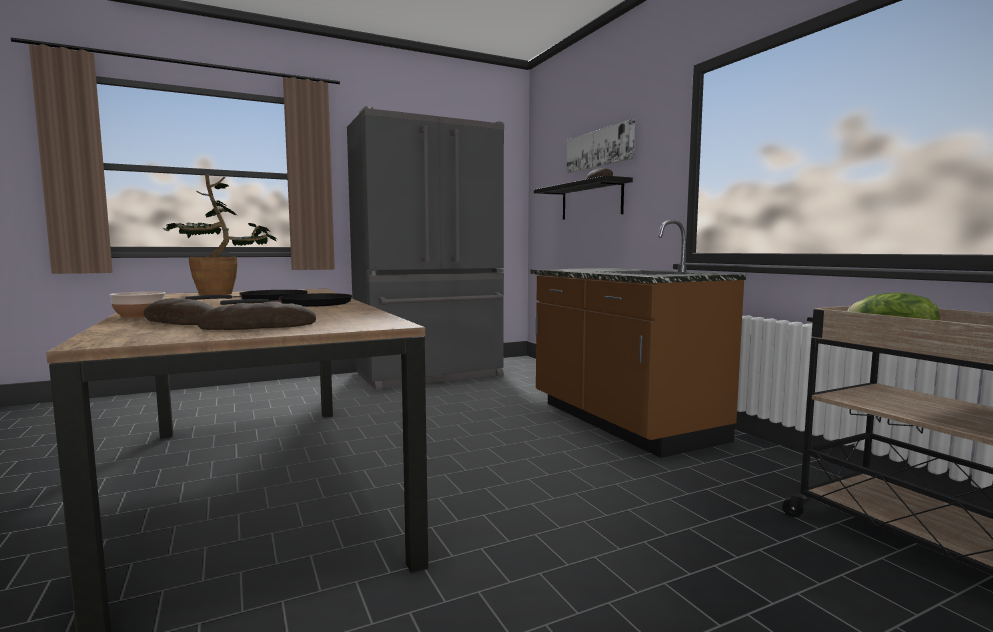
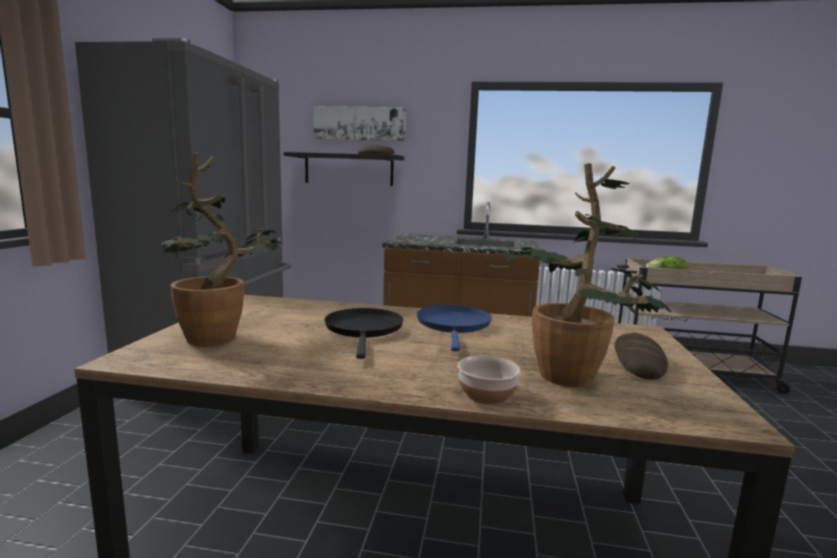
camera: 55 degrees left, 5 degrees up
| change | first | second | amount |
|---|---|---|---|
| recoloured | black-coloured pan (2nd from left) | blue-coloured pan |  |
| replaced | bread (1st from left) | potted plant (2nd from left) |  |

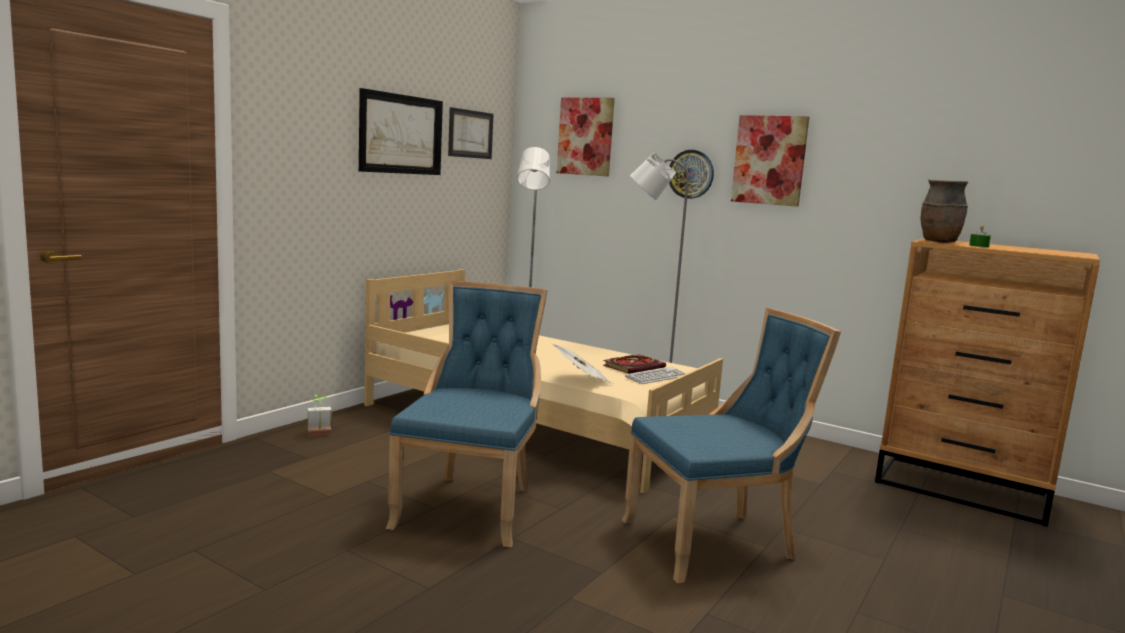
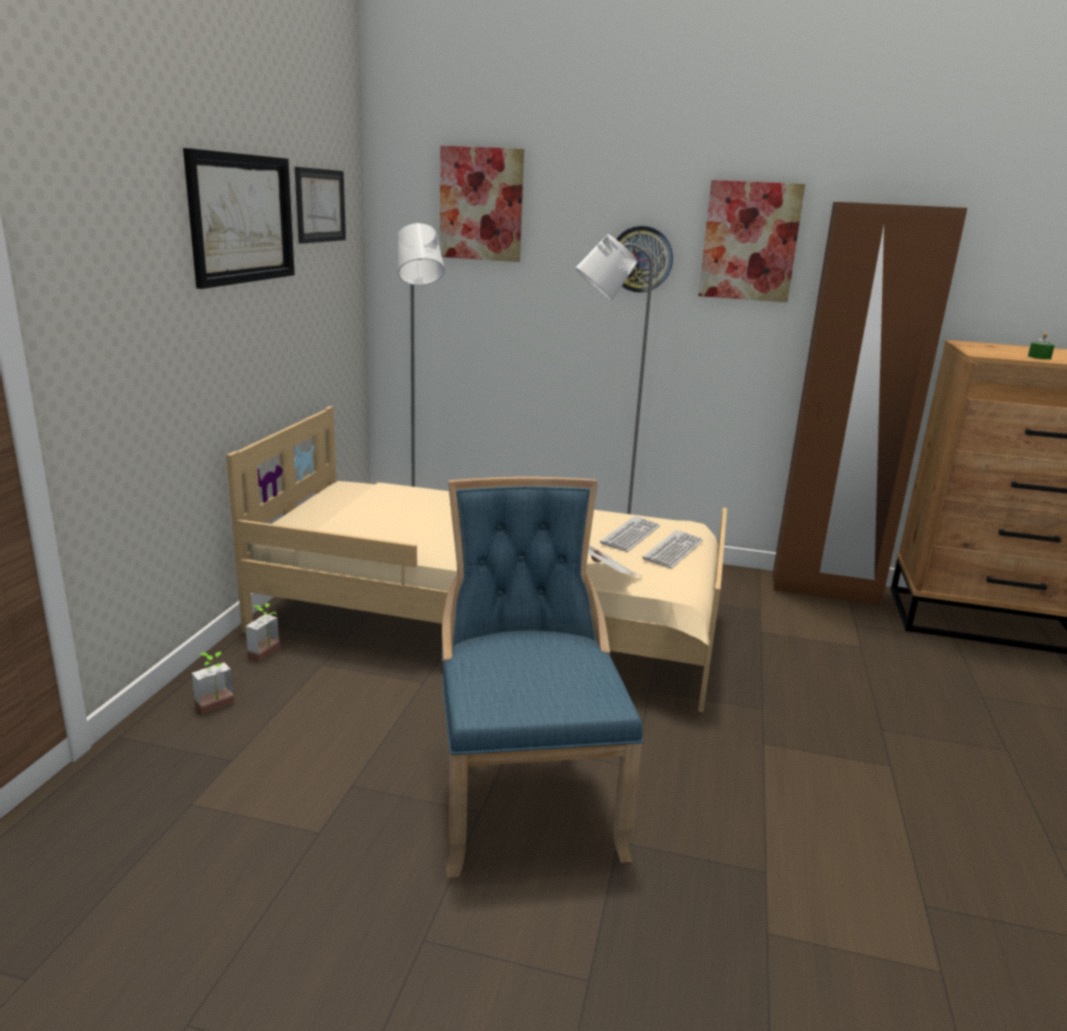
camera: 20 degrees left, 10 degrees up
| change | first | second | amount |
|---|---|---|---|
| added |  | potted plant (2nd from left) |  |
| replaced | book | keyboard (1st from left) |  |
| added |  | brownish clothes cupboard |  |
| removed | blue-coloured upright chair (2nd from left) |  |  |
| removed | brownish vase |  |  |

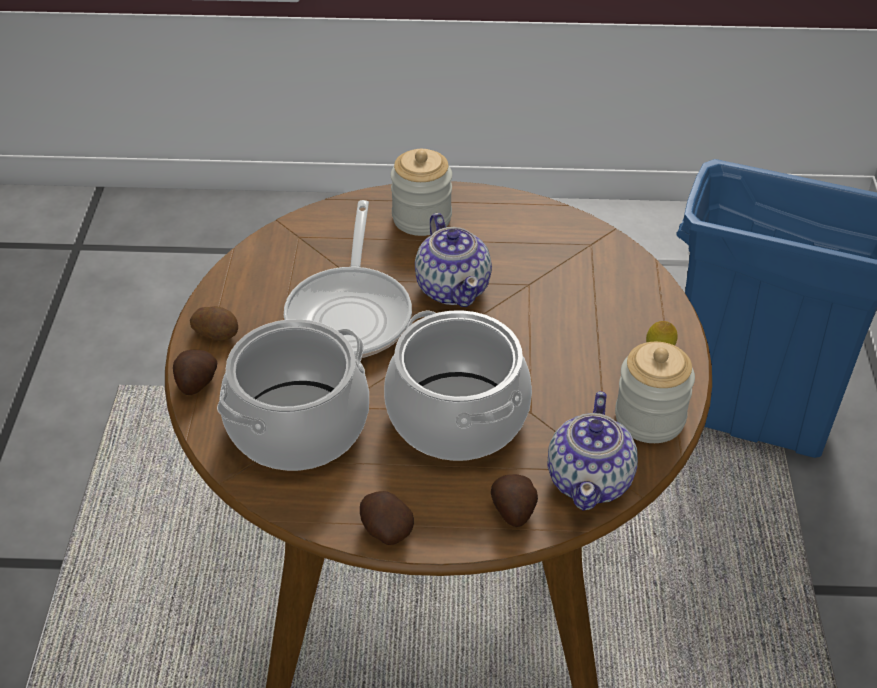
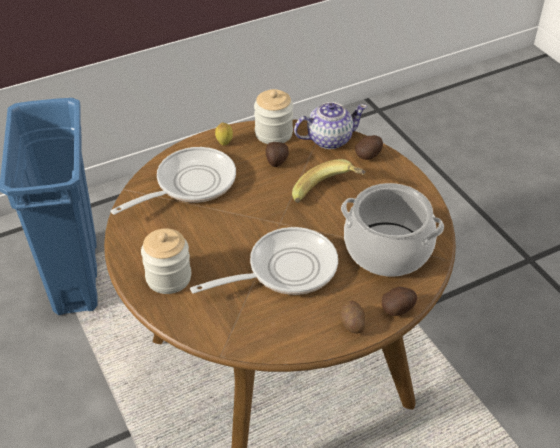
camera: 120 degrees left, 0 degrees up
| change | first | second | amount |
|---|---|---|---|
| added |  | pan (1st from left) |  |
| moved | spud (3rd from left in the first image) | spud (1st from left) |  |
| replaced | saucepot (2nd from left) | banana |  |
| removed | teapot (1st from left) |  |  |

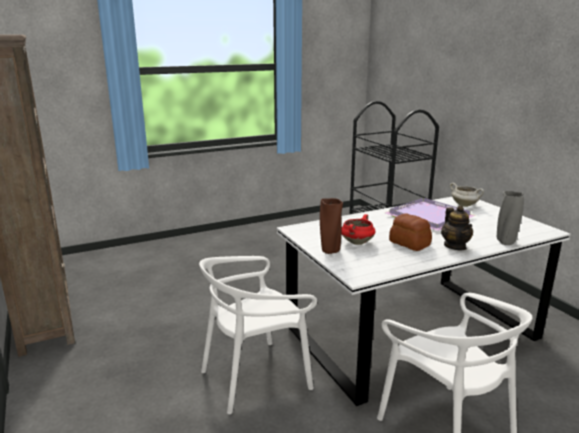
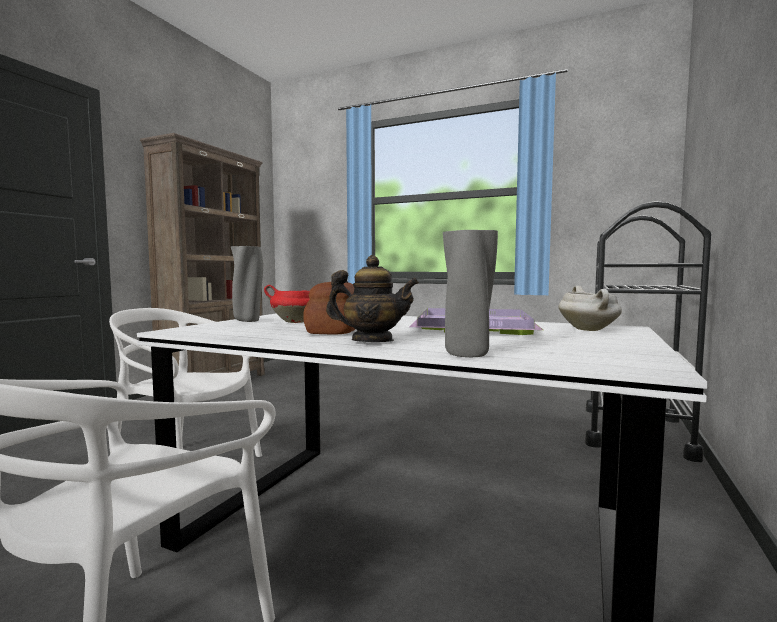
camera: 50 degrees right, 15 degrees down
| change | first | second | amount |
|---|---|---|---|
| recoloured | brownish vase | gray vase (1st from left) |  |
| turned | teapot |  | 120 degrees counterclockwise |

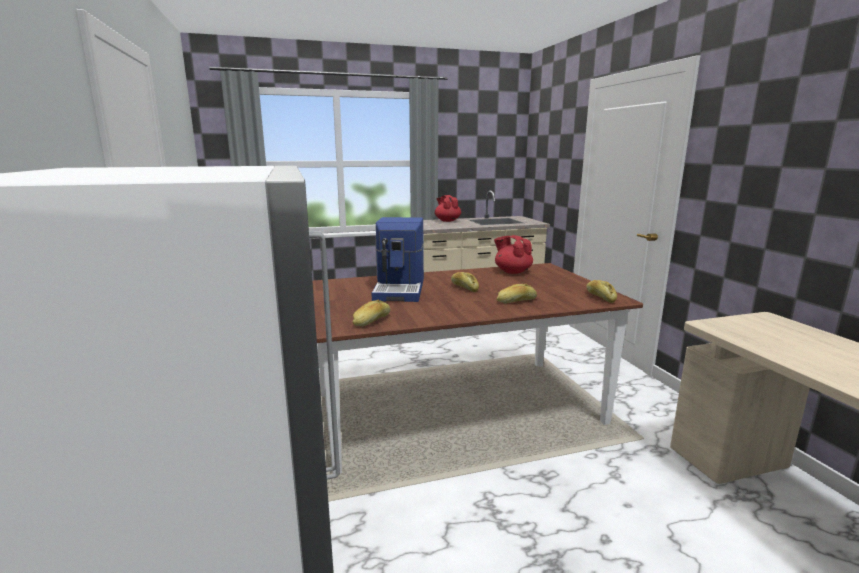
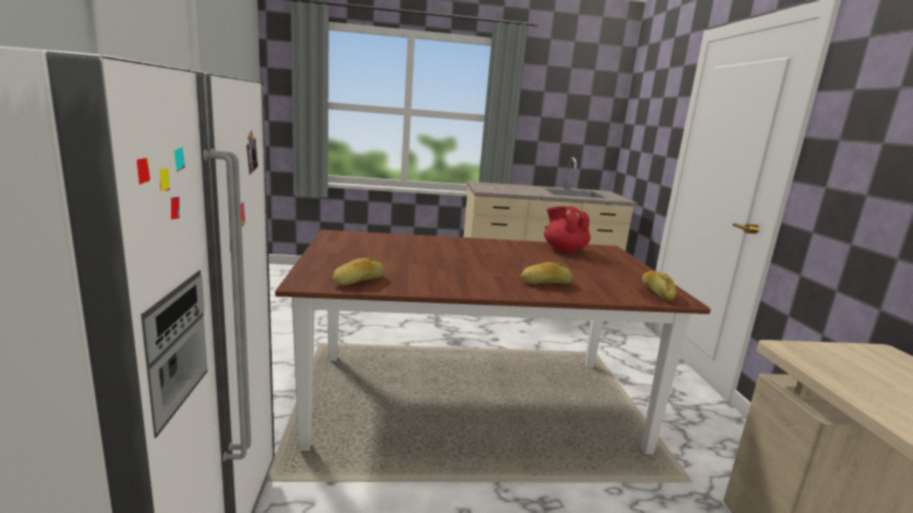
camera: 10 degrees right, 0 degrees up
| change | first | second | amount |
|---|---|---|---|
| removed | coffee maker |  |  |
| removed | red-coloured teapot (1st from left) |  |  |
| removed | bread (2nd from left) |  |  |

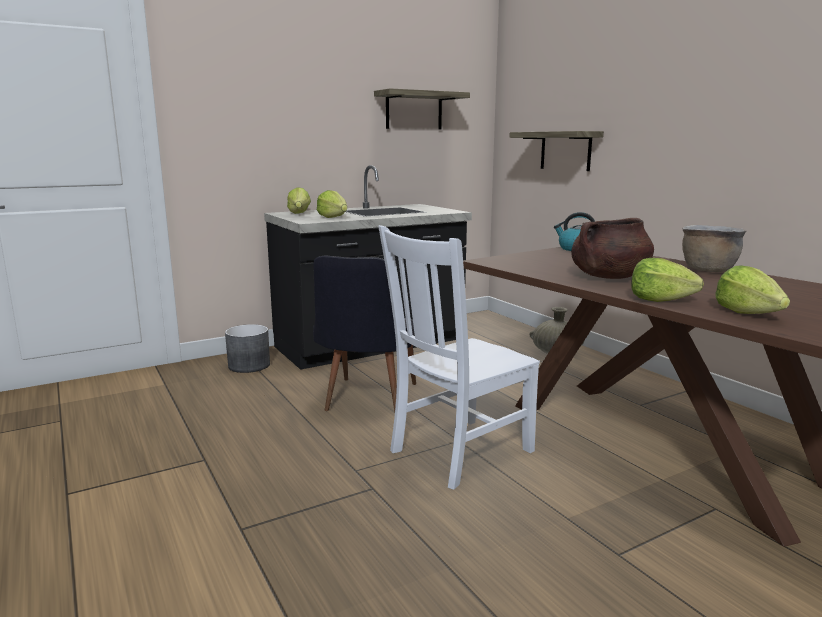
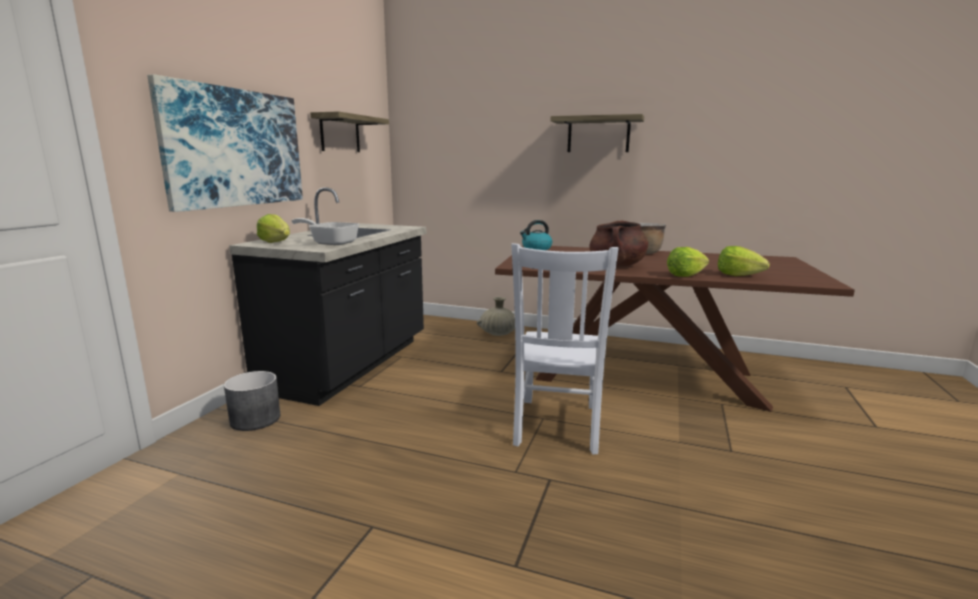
camera: 40 degrees left, 0 degrees up
| change | first | second | amount |
|---|---|---|---|
| added |  | wall picture |  |
| replaced | lettuce head (2nd from left) | pan |  |
| moved | shelf (2nd from left) |  |  |
| removed | black-coloured upright chair |  |  |

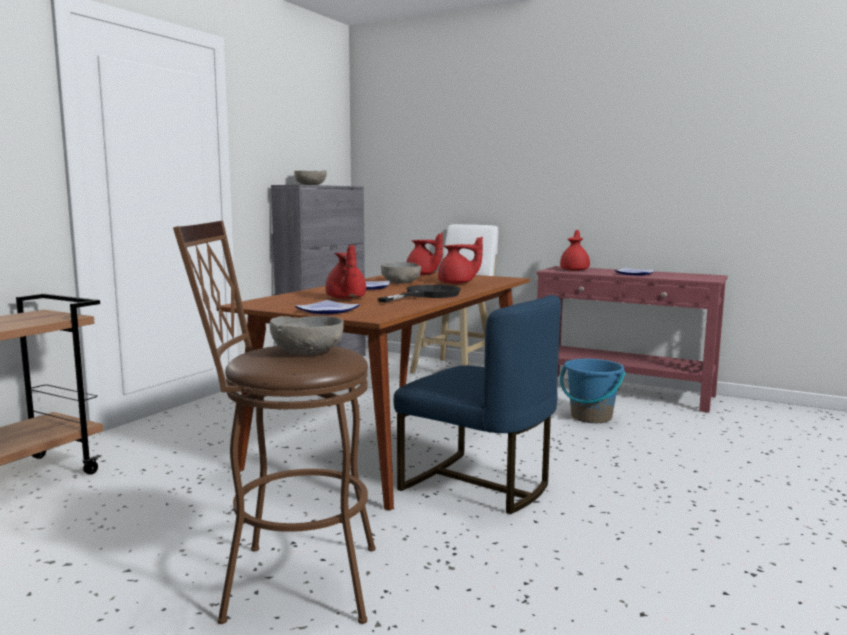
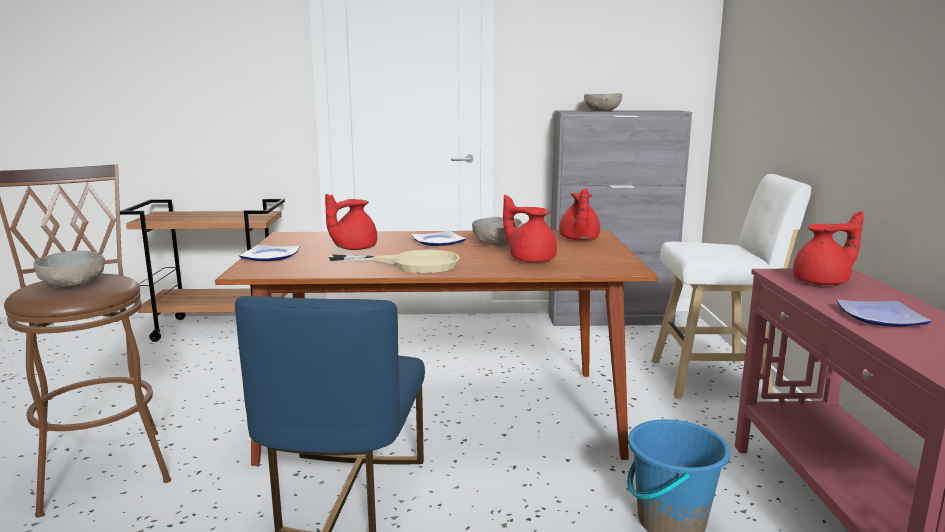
camera: 60 degrees right, 5 degrees up
| change | first | second | amount |
|---|---|---|---|
| recoloured | black-coloured pan | beige-coloured pan |  |
| turned | red-coloured teapot (3rd from left in the first image) | red-coloured teapot (2nd from left) | 150 degrees clockwise |

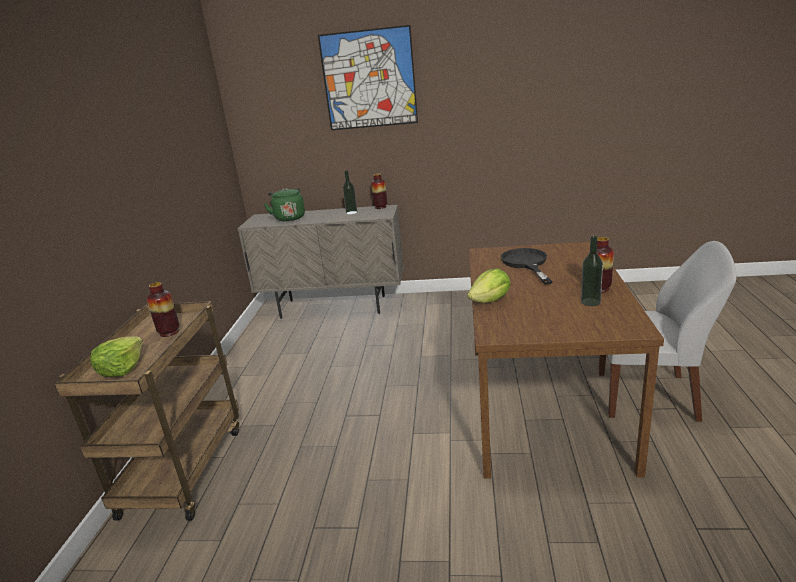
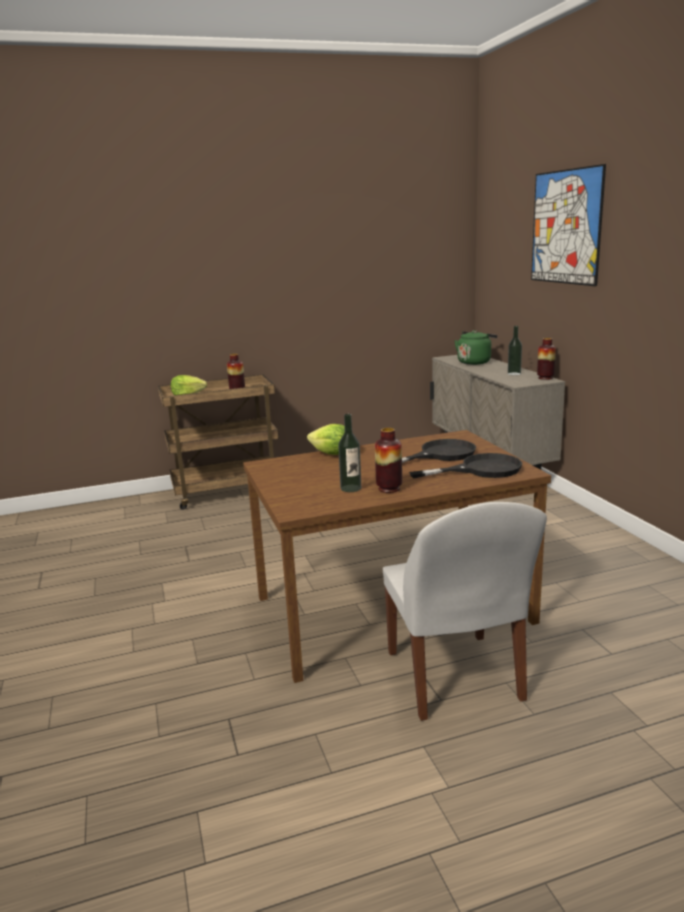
camera: 65 degrees right, 5 degrees down
| change | first | second | amount |
|---|---|---|---|
| added |  | black-coloured pan (2nd from left) |  |

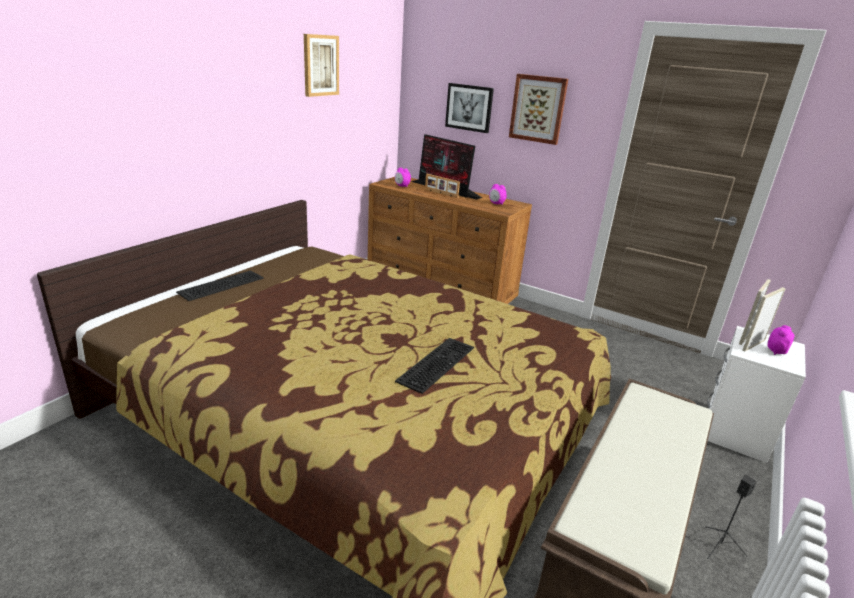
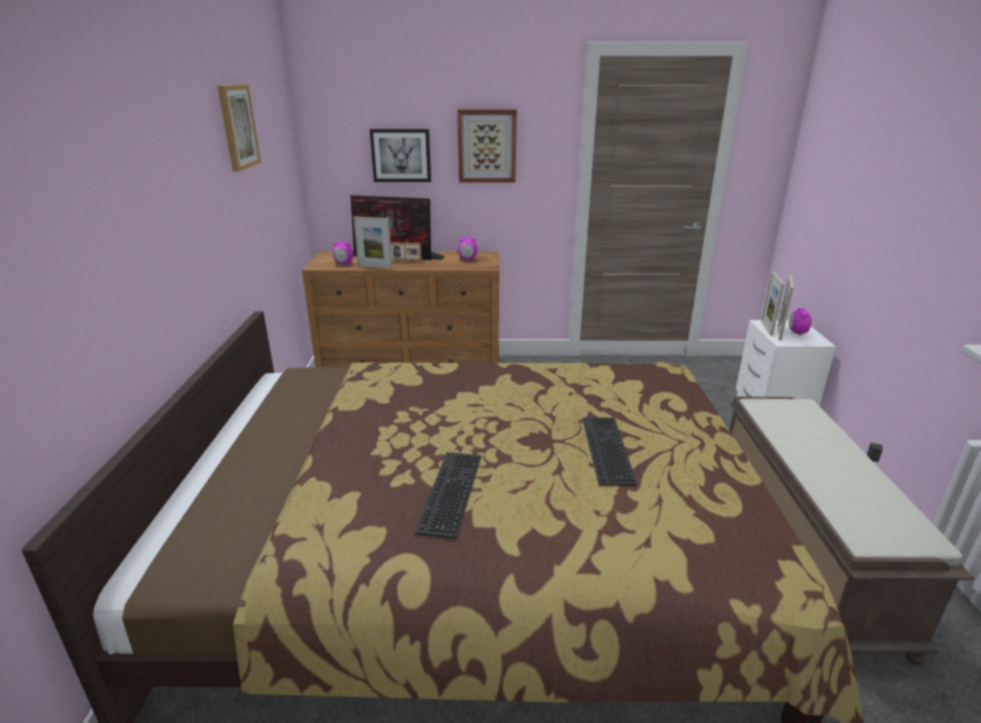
camera: 30 degrees left, 0 degrees up
| change | first | second | amount |
|---|---|---|---|
| added |  | picture frame (1st from left) |  |
| moved | keyboard (1st from left) |  |  |

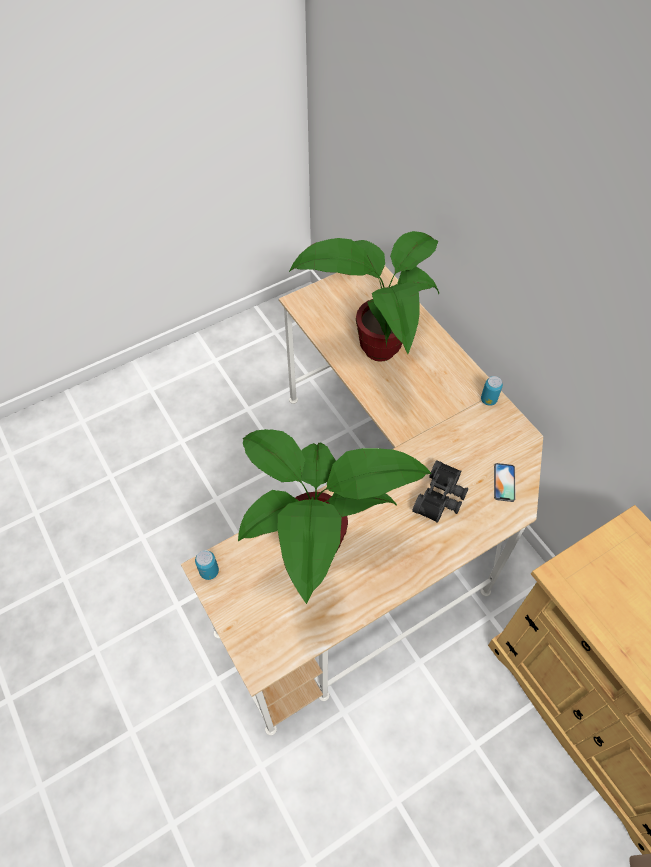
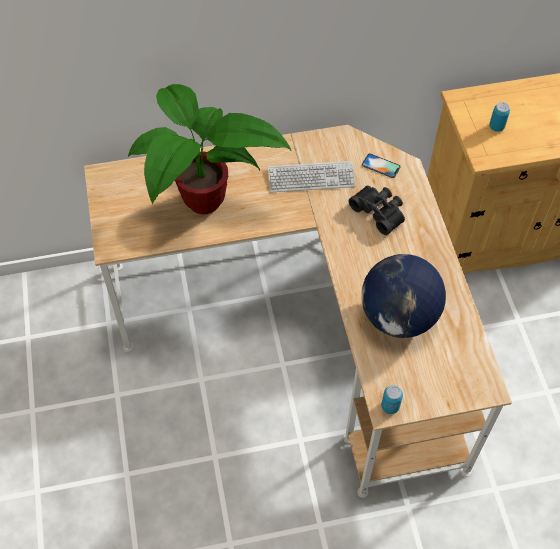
camera: 70 degrees left, 0 degrees up
| change | first | second | amount |
|---|---|---|---|
| added |  | keyboard |  |
| replaced | potted plant (1st from left) | globe |  |
| moved | metal can (2nd from left) |  |  |

